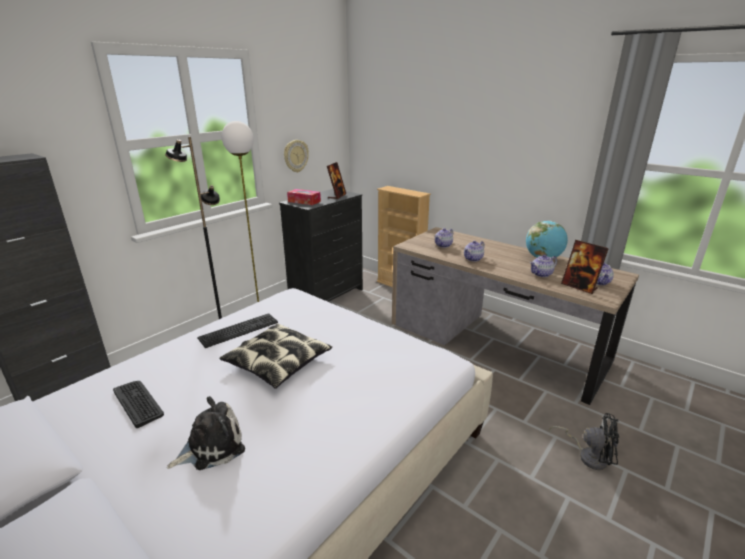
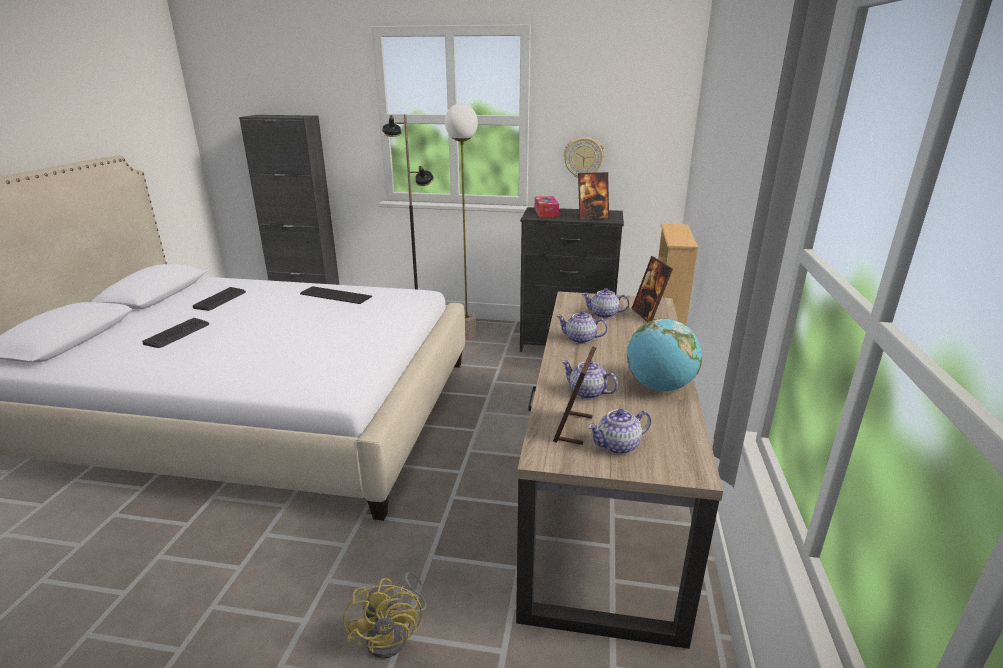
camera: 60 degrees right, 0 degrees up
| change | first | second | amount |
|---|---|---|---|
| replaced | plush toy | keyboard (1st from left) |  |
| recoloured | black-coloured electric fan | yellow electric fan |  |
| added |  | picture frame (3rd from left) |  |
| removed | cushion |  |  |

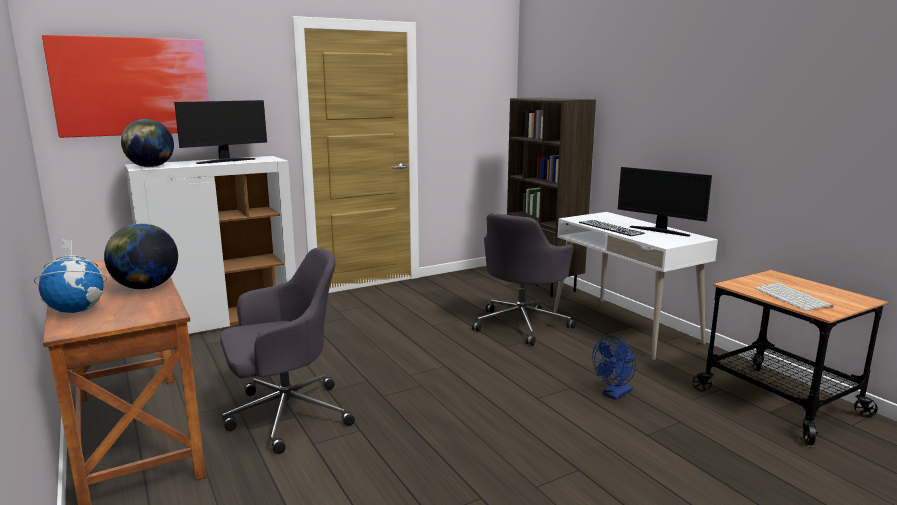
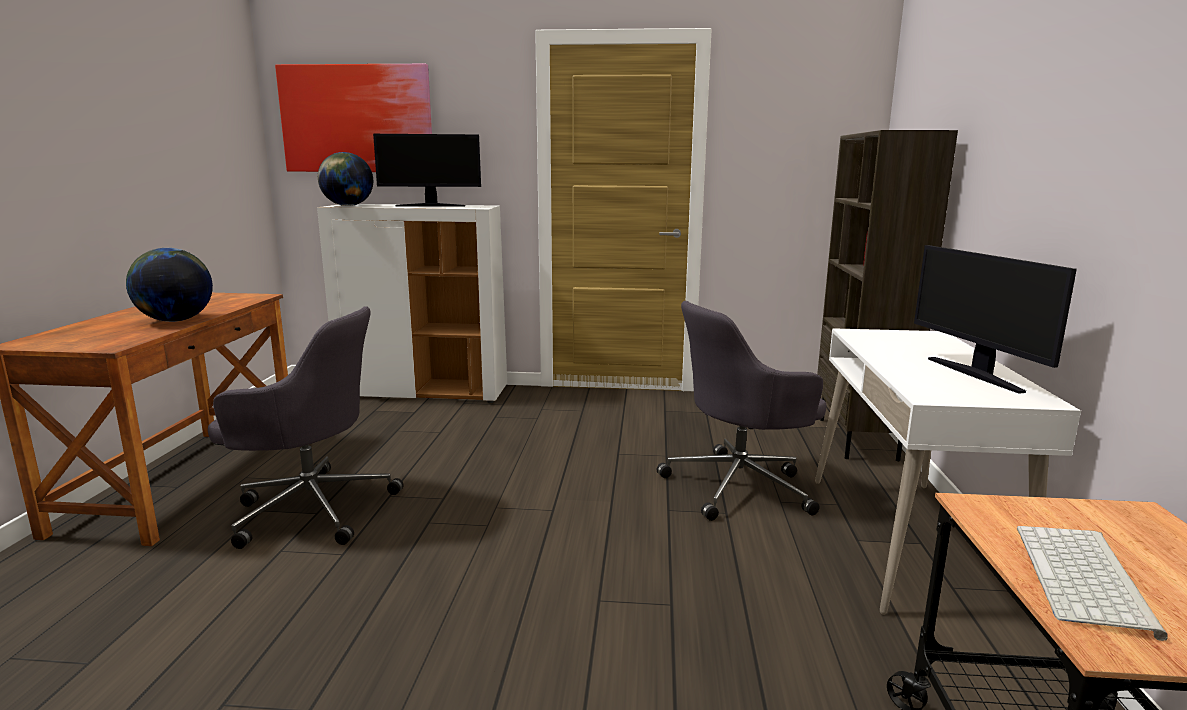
camera: 35 degrees right, 0 degrees up
| change | first | second | amount |
|---|---|---|---|
| removed | globe (1st from left) |  |  |
| removed | keyboard (1st from left) |  |  |
| removed | blue-coloured electric fan |  |  |

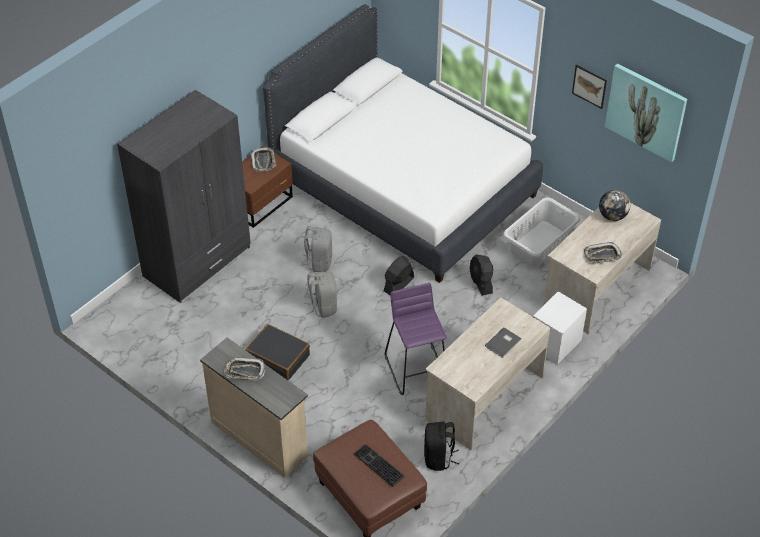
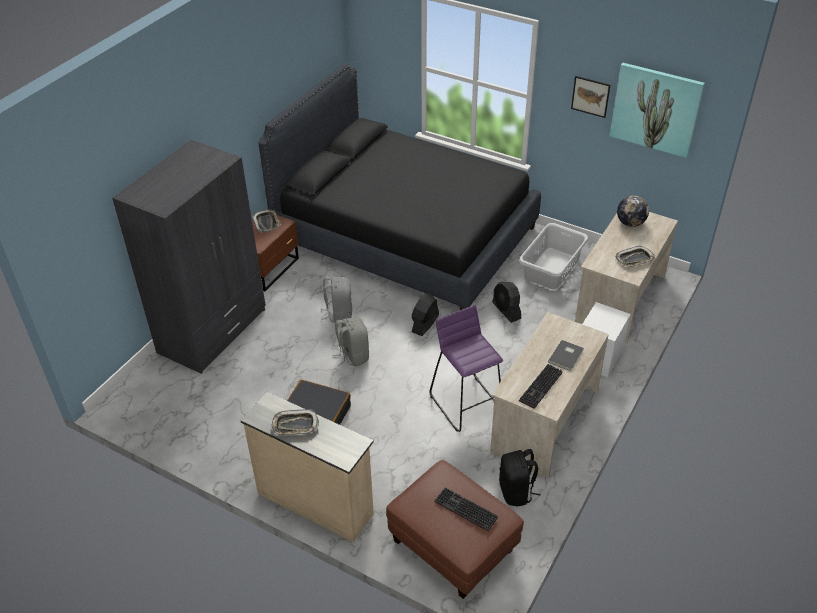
camera: 10 degrees left, 5 degrees down
| change | first | second | amount |
|---|---|---|---|
| recoloured | white bedroom bed | black-coloured bedroom bed |  |
| added |  | keyboard (2nd from left) |  |

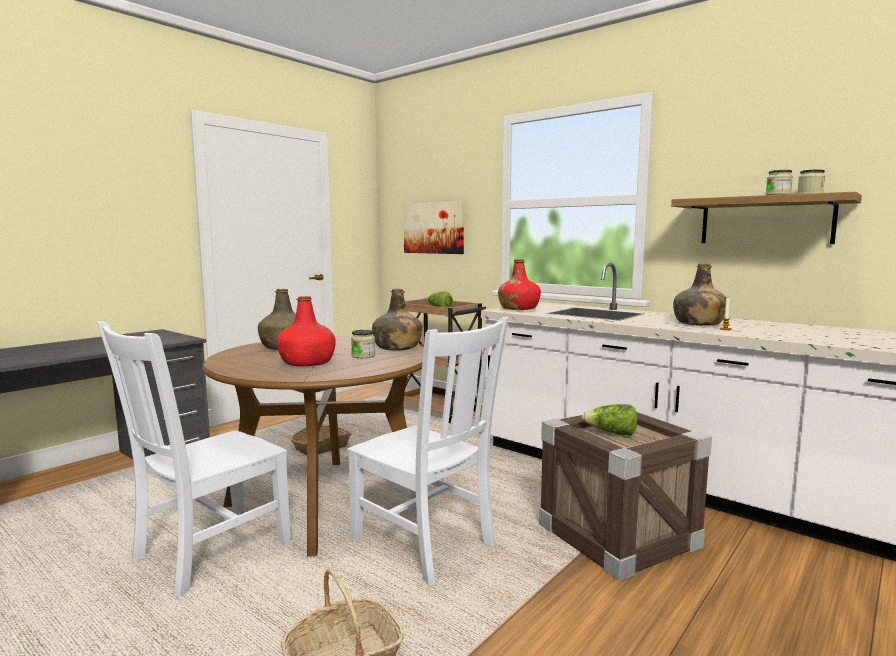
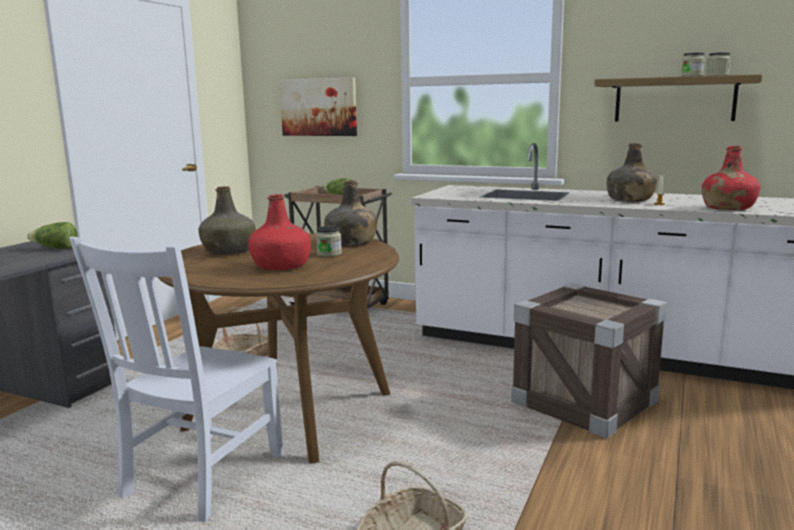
camera: 15 degrees left, 5 degrees up
| change | first | second | amount |
|---|---|---|---|
| moved | lettuce head (2nd from left in the first image) | lettuce head (1st from left) |  |
| moved | red-coloured beverage bottle (2nd from left) |  |  |
| removed | white upright chair (2nd from left) |  |  |

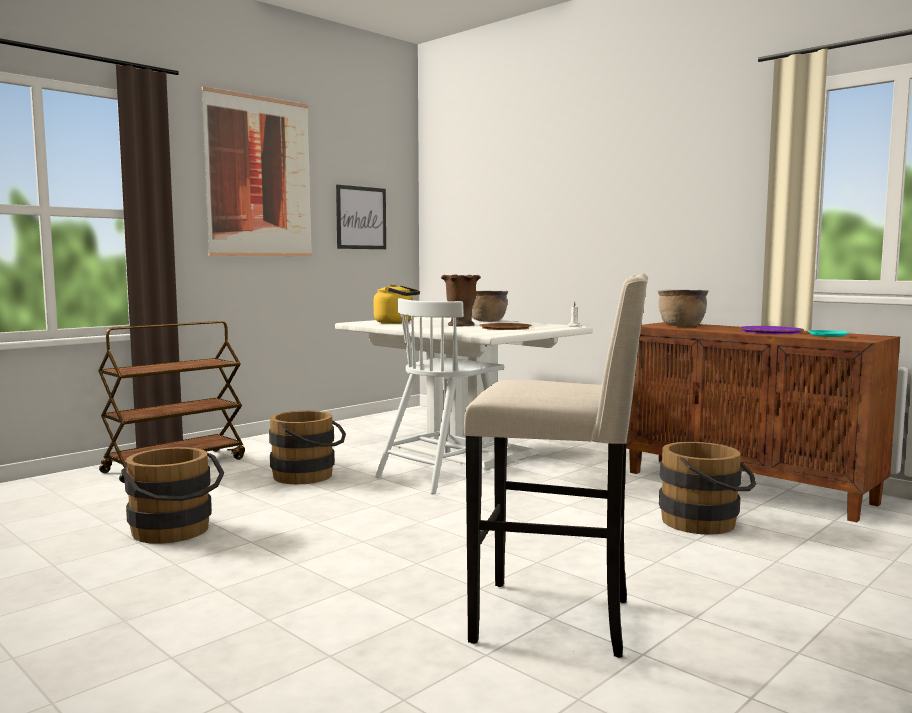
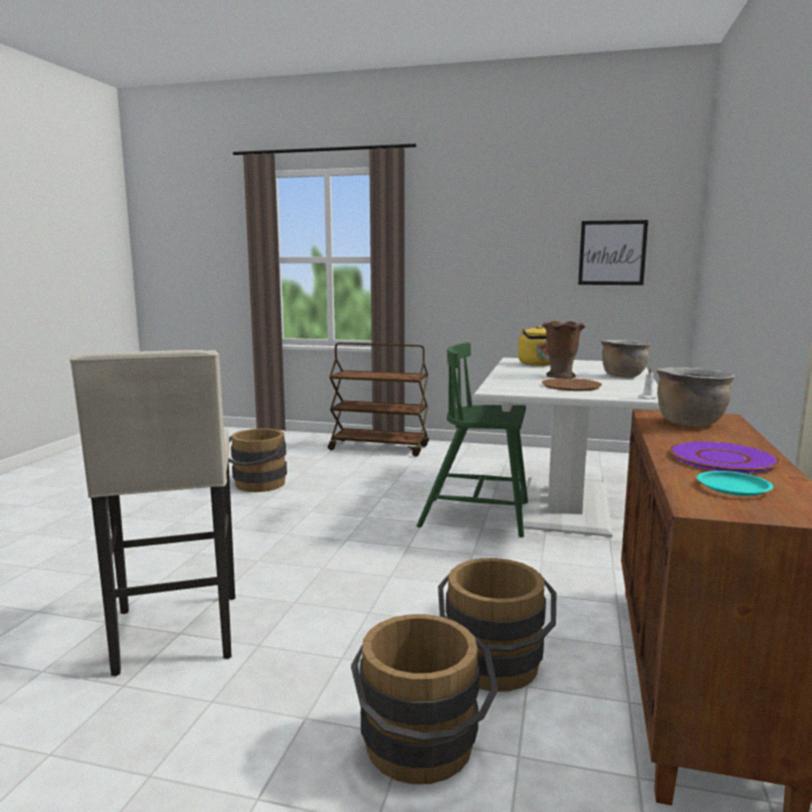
camera: 60 degrees right, 5 degrees up
| change | first | second | amount |
|---|---|---|---|
| moved | brownish water bucket (2nd from left) |  |  |
| recoloured | white upright chair | green-coloured upright chair |  |
| removed | wall picture (1st from left) |  |  |

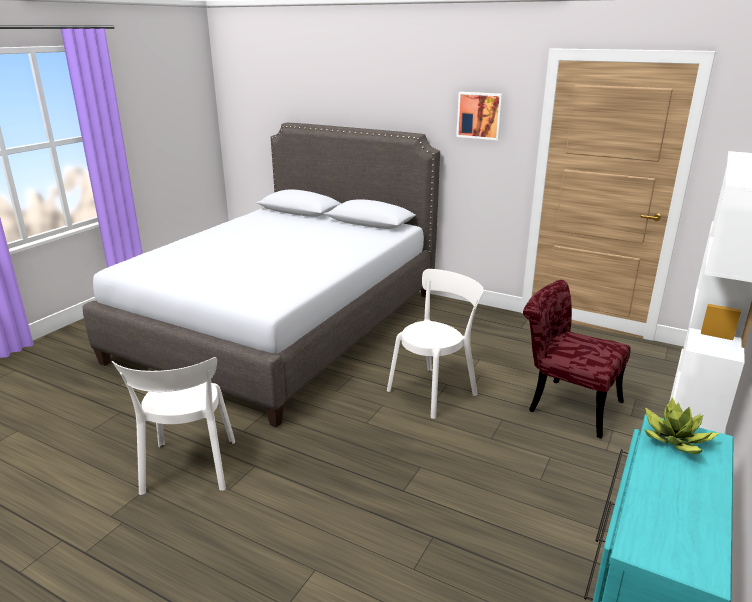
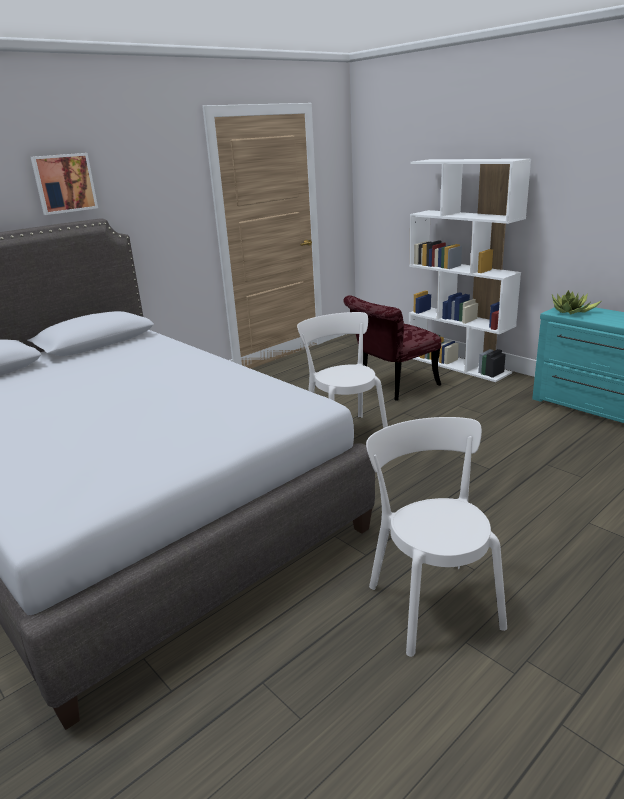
camera: 70 degrees left, 0 degrees up
| change | first | second | amount |
|---|---|---|---|
| moved | wall picture |  |  |
| turned | white upright chair (1st from left in the first image) | white upright chair (2nd from left) | 120 degrees counterclockwise |

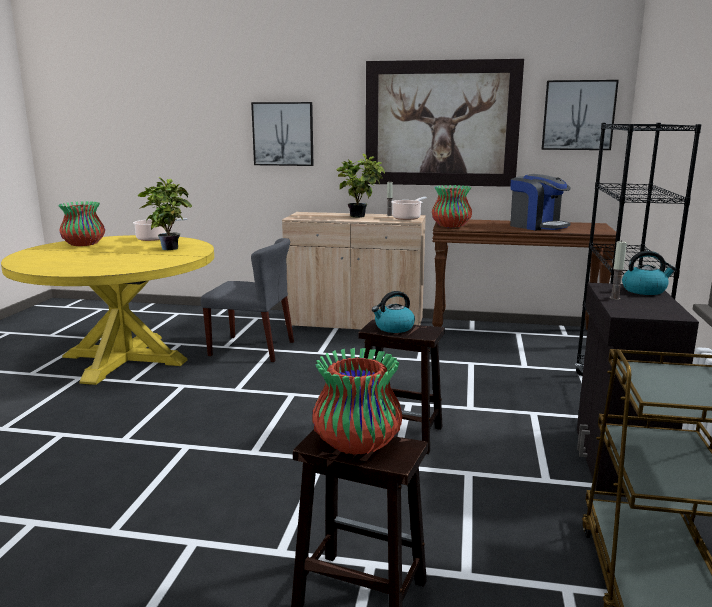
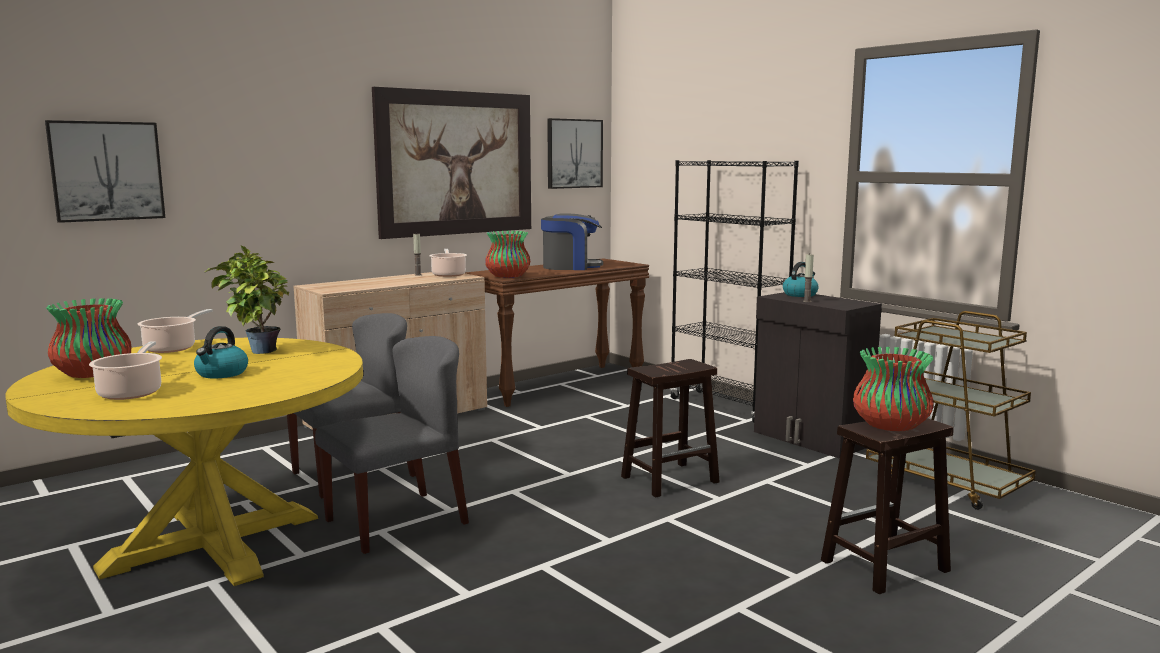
camera: 50 degrees left, 5 degrees down
| change | first | second | amount |
|---|---|---|---|
| moved | wall picture (1st from left) |  |  |
| added |  | saucepot (1st from left) |  |
| moved | kettle (1st from left) |  |  |
| added |  | gray upright chair (2nd from left) |  |
| removed | potted plant (2nd from left) |  |  |

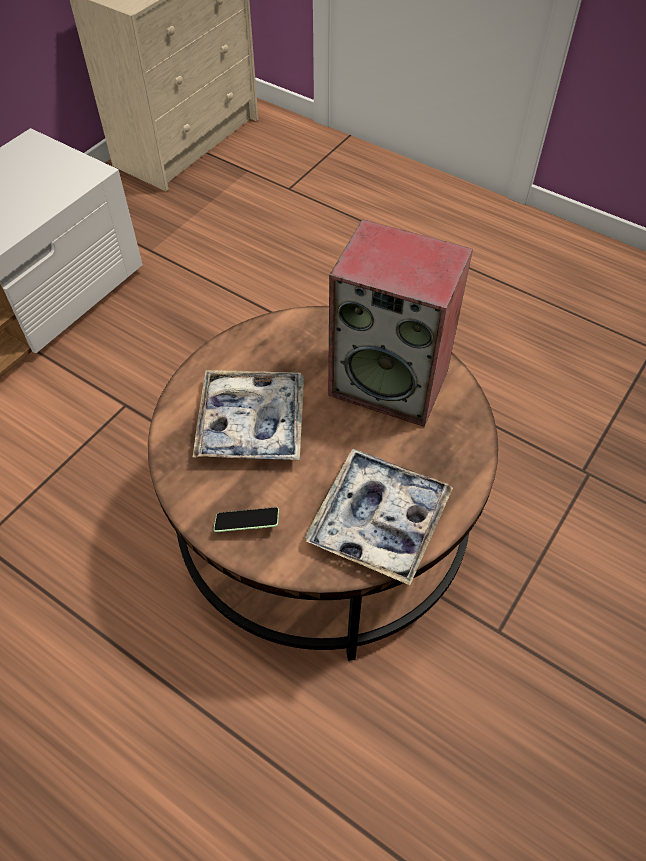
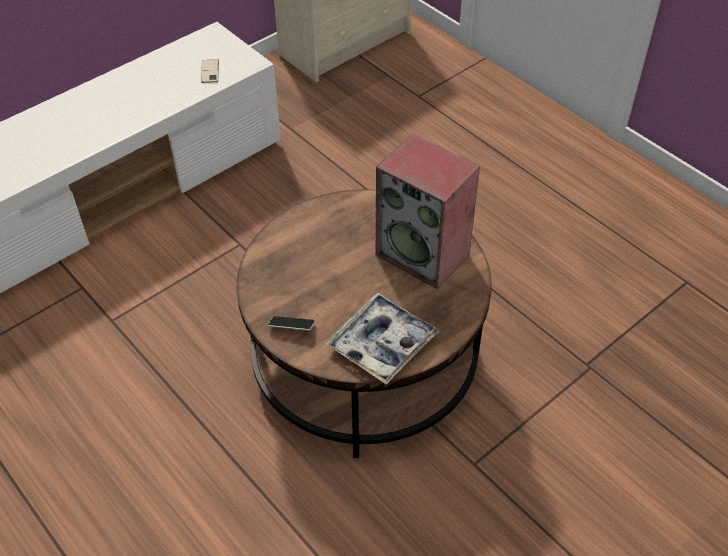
camera: 15 degrees right, 5 degrees down
| change | first | second | amount |
|---|---|---|---|
| added |  | telephone (1st from left) |  |
| removed | tray (1st from left) |  |  |

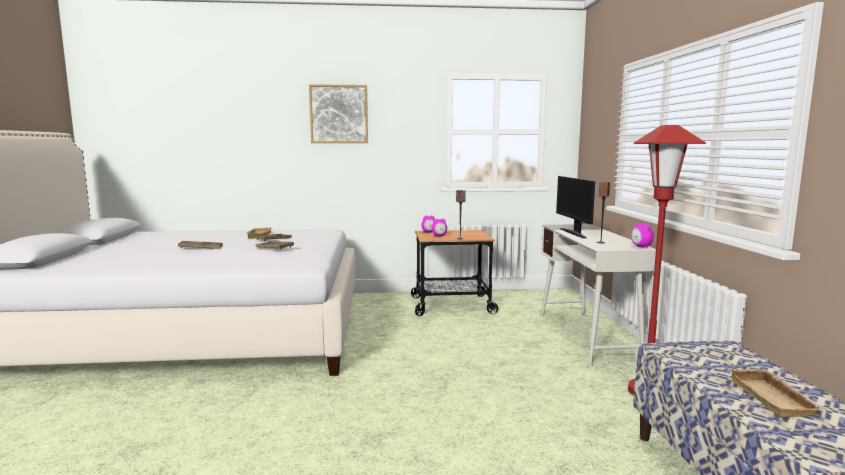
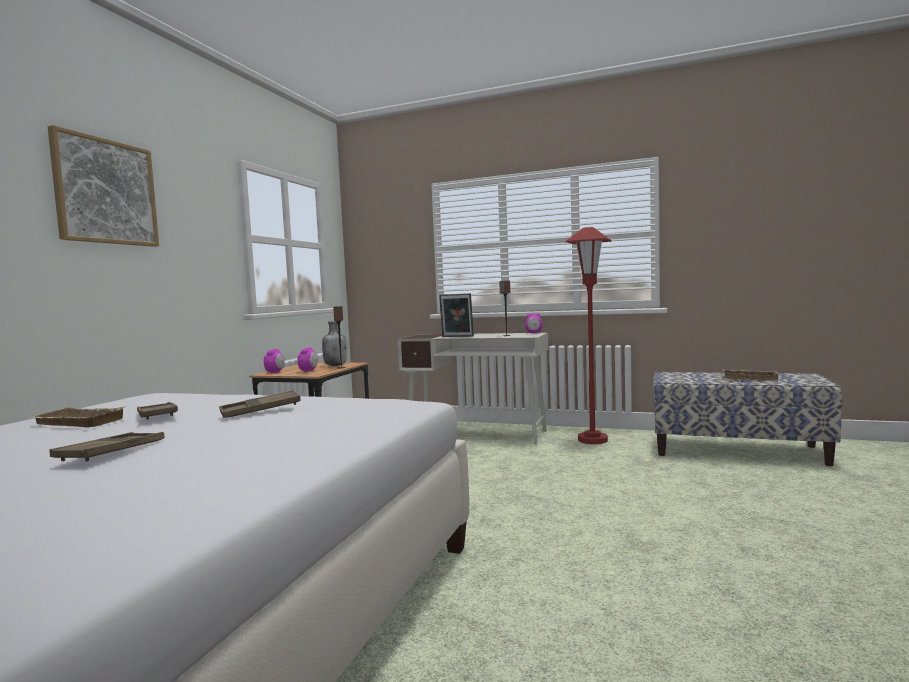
camera: 65 degrees left, 5 degrees down
| change | first | second | amount |
|---|---|---|---|
| added |  | gray beverage bottle |  |
| replaced | computer screen | picture frame |  |

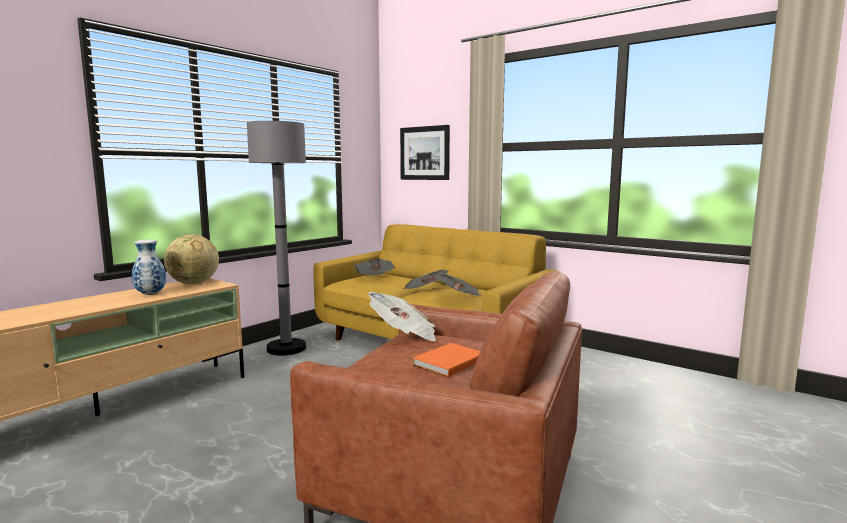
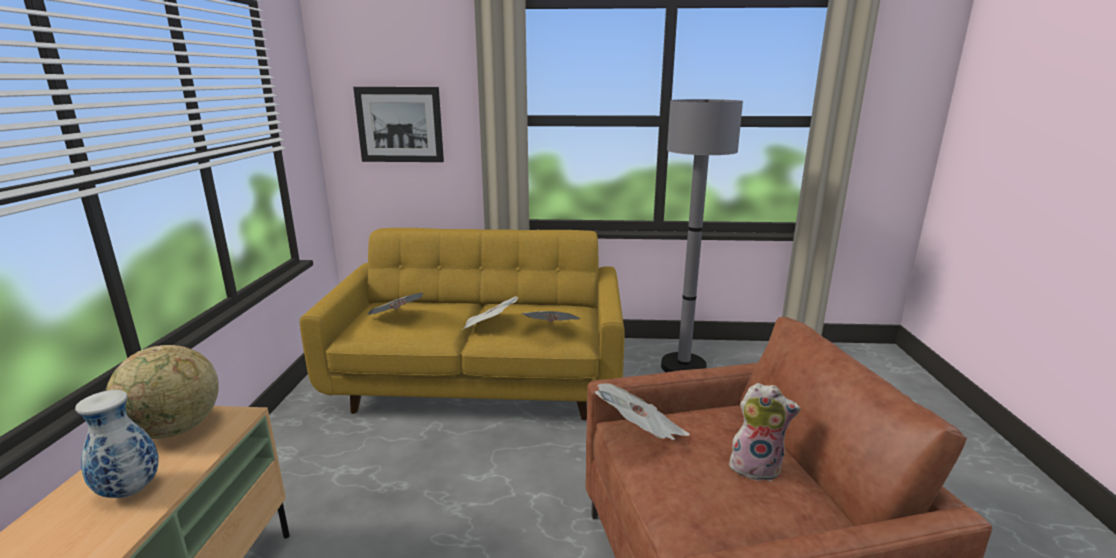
camera: 35 degrees left, 10 degrees up
| change | first | second | amount |
|---|---|---|---|
| moved | gray floor lamp |  |  |
| replaced | orangey book | plush toy |  |

